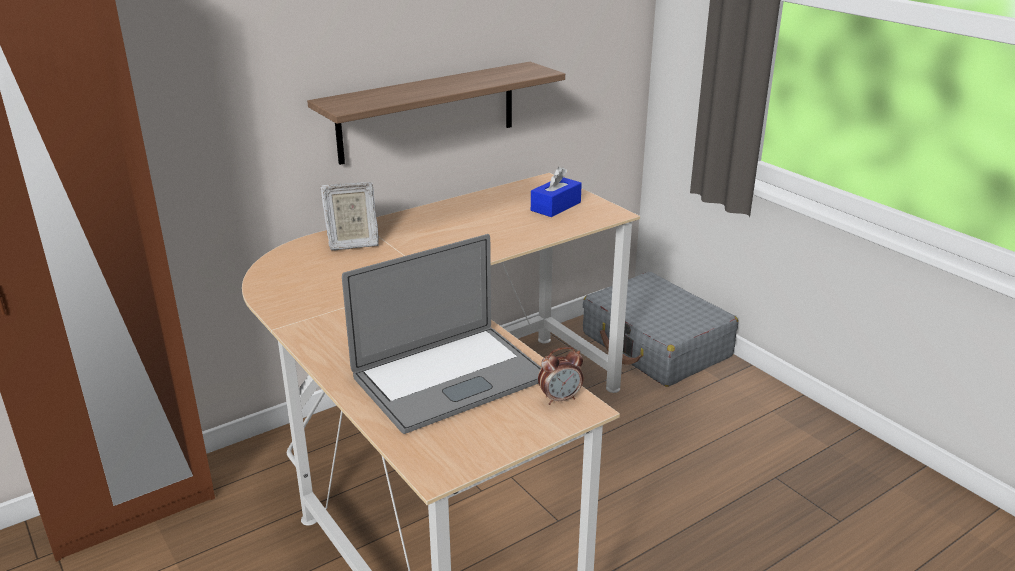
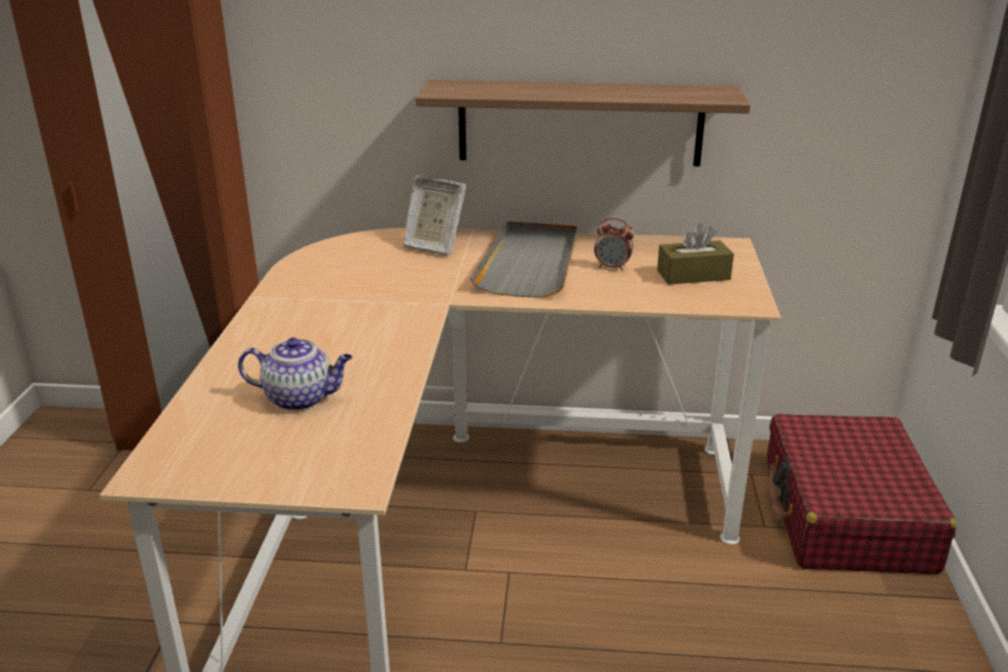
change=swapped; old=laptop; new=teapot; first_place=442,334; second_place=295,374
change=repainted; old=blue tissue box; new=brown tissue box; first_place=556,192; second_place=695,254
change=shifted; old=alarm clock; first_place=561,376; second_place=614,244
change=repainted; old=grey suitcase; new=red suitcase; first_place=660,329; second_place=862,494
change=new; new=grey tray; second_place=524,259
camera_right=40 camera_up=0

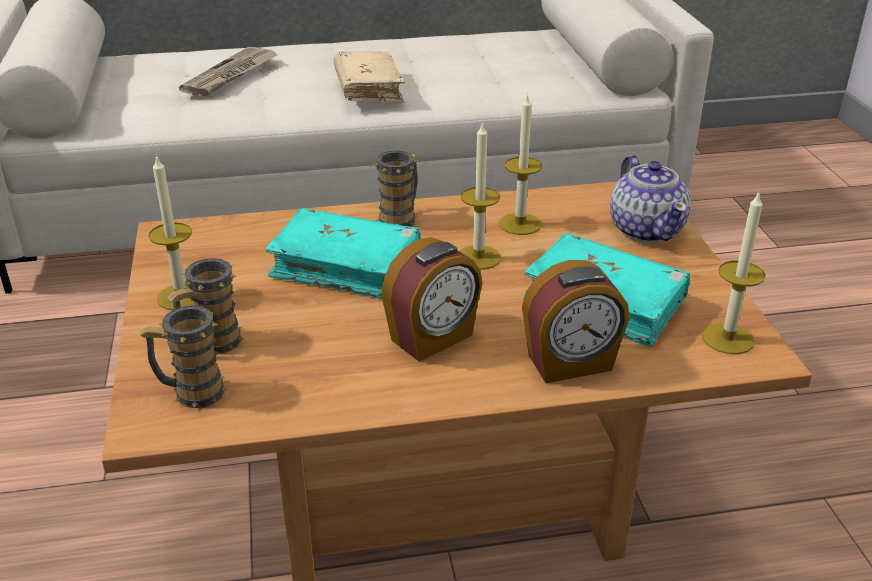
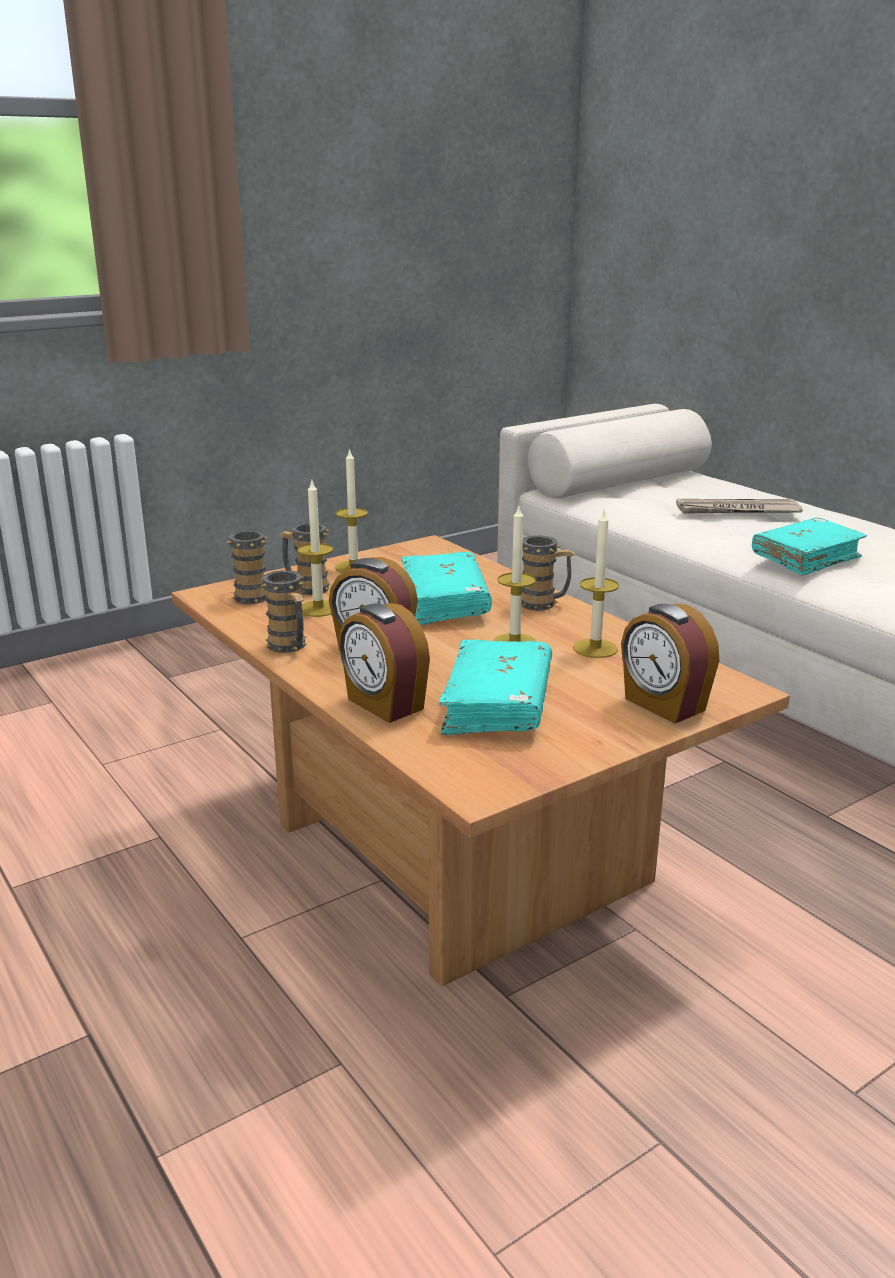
change=repainted; old=beige book; new=turquoise book; first_place=369,77; second_place=809,547
change=swapped; old=teapot; new=alarm clock; first_place=650,199; second_place=670,664
change=shifted; old=candle; first_place=734,273; second_place=315,549
change=new; new=mug; second_place=284,611
camera_right=65 camera_up=-10

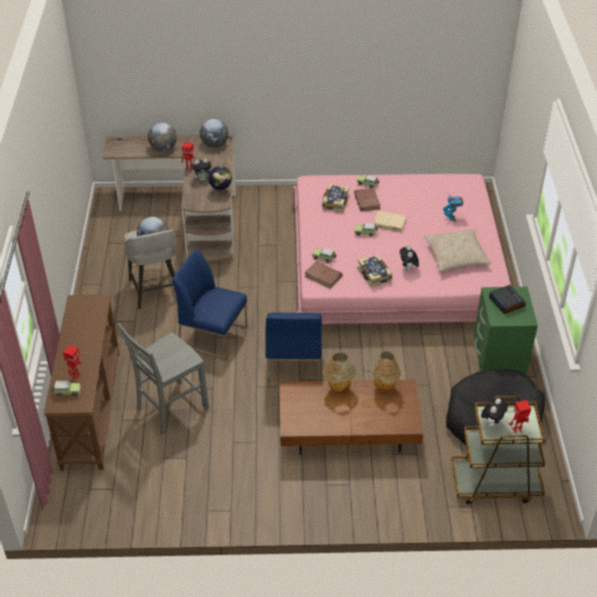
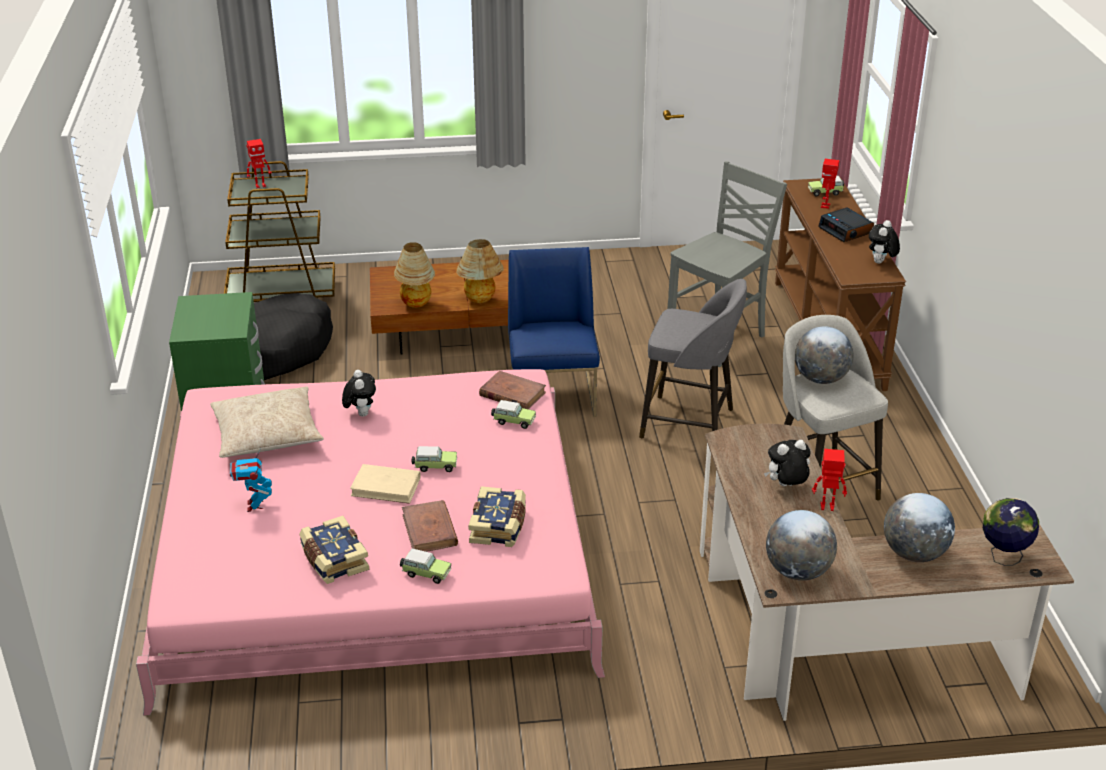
change=swapped; old=blue chair; new=grey stool; first_place=210,304; second_place=693,358
change=shifted; old=globe; first_place=220,181; second_place=1011,532
change=shifted; old=book; first_place=374,271; second_place=334,550
change=shifted; old=plush toy; first_place=494,412; second_place=884,242
change=shifted; old=alarm clock; first_place=507,299; second_place=846,225
camera_right=175 camera_up=-10

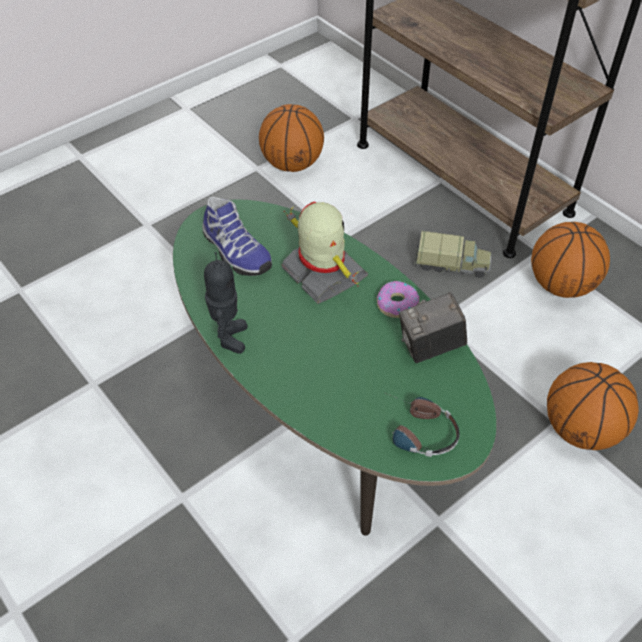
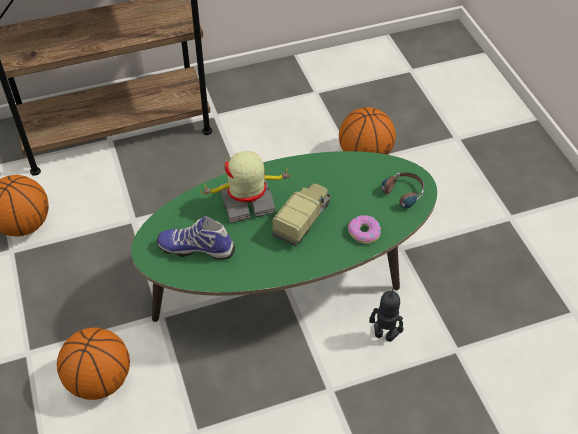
change=rotated; old=shoe; first_place=237,236; second_place=196,238; degrees=-150
change=shifted; old=toy robot; first_place=226,303; second_place=386,315
change=shifted; old=donut; first_place=398,299; second_place=364,229
change=gone; old=photo camera; first_place=433,327
change=shifted; old=toy truck; first_place=453,254; second_place=301,215
change=shifted; old=basketball; first_place=570,260; second_place=93,363
camera_right=-70 camera_up=0

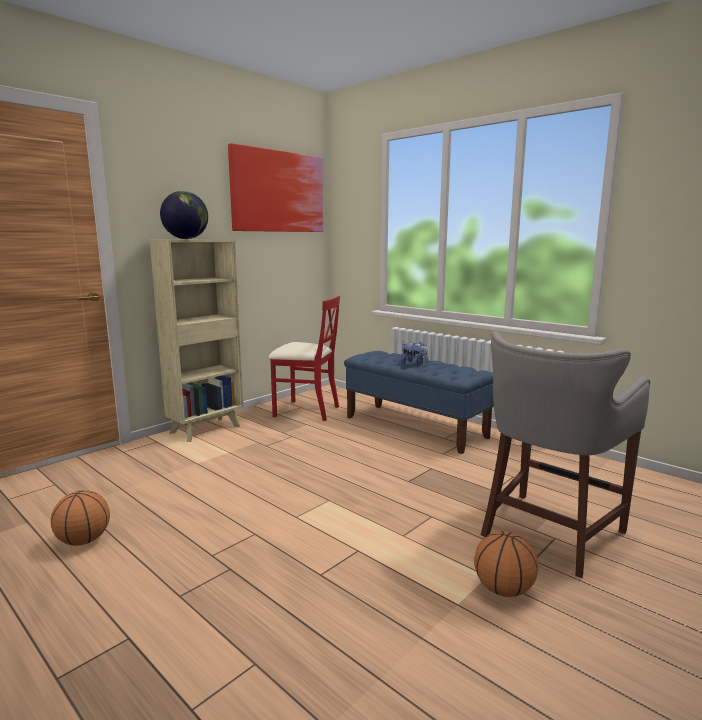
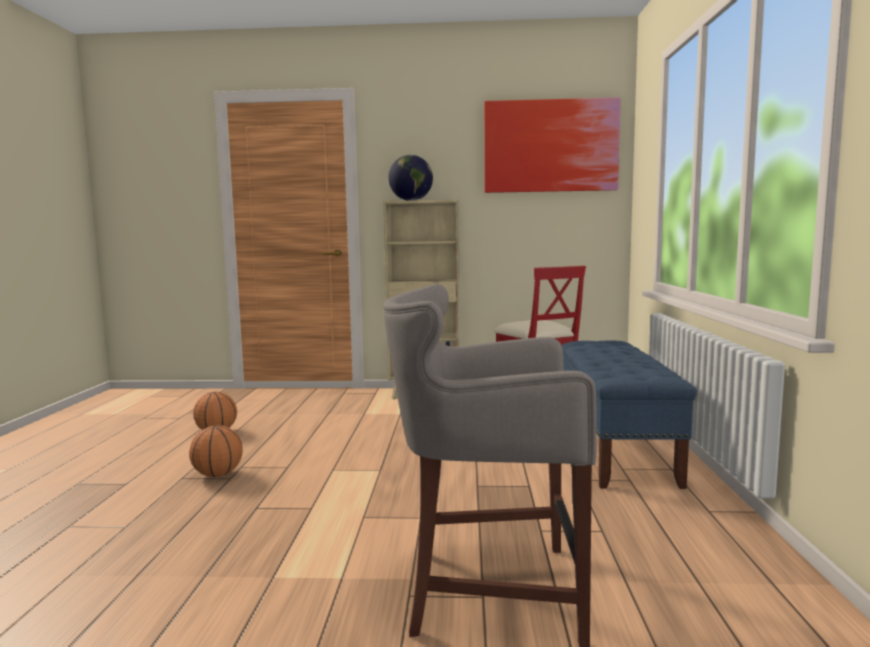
change=gone; old=plush toy; first_place=414,354
change=shifted; old=basketball; first_place=506,564; second_place=215,451
camera_right=50 camera_up=-5

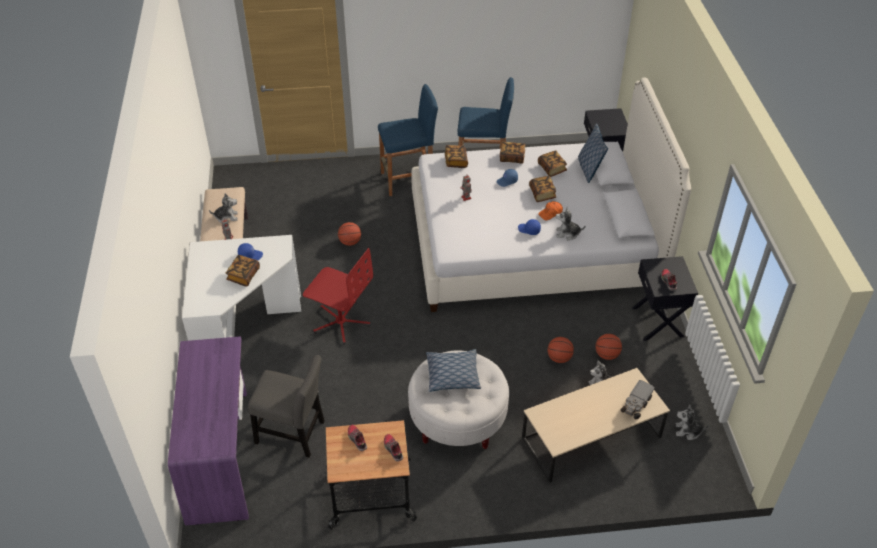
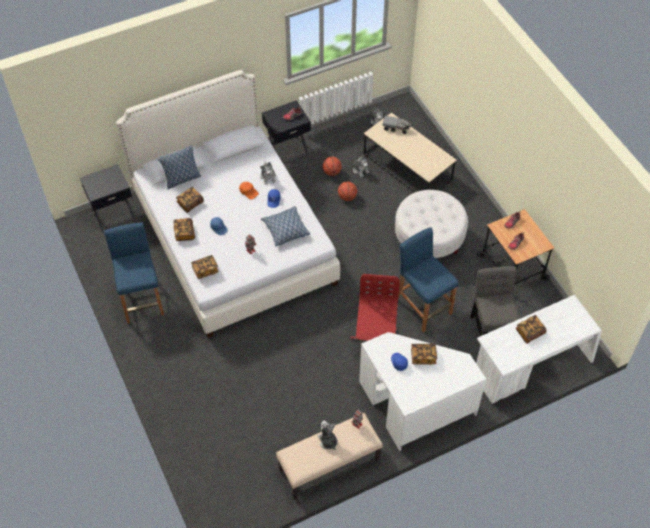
change=repainted; old=purple desk; new=white desk; first_place=208,431; second_place=539,349
change=gone; old=basketball; first_place=349,234
change=shifted; old=blue stool; first_place=408,140; second_place=428,279
change=shifted; old=pillow; first_place=453,370; second_place=285,226
change=shifted; old=book; first_place=542,189; second_place=531,329
camera_right=-110 camera_up=10

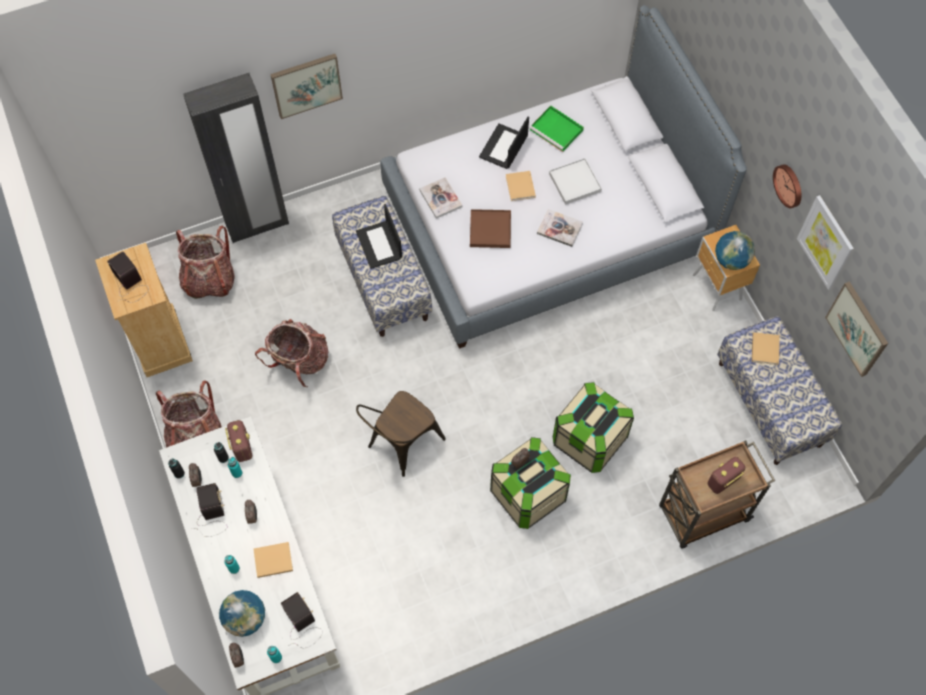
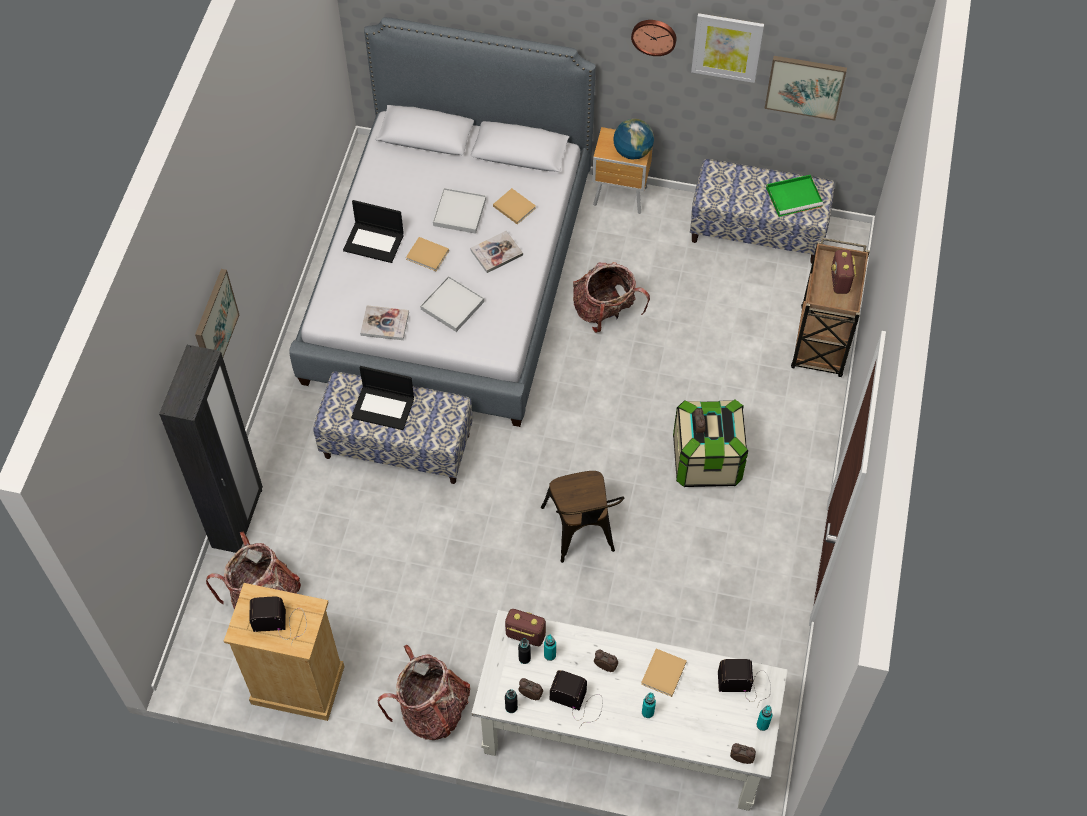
change=gone; old=globe; first_place=242,613
change=shifted; old=backpack; first_place=291,353; second_place=611,297
change=repainted; old=brown tray; new=white tray; first_place=490,228; second_place=452,304
change=rotated; old=laptop; first_place=504,143; second_place=373,231; degrees=-45
change=shifted; old=green tray; first_place=557,129; second_place=794,196
change=gone; old=storage box; first_place=593,427
change=shifted; old=beige book; first_place=766,348; second_place=514,206
camera_right=-55 camera_up=-5

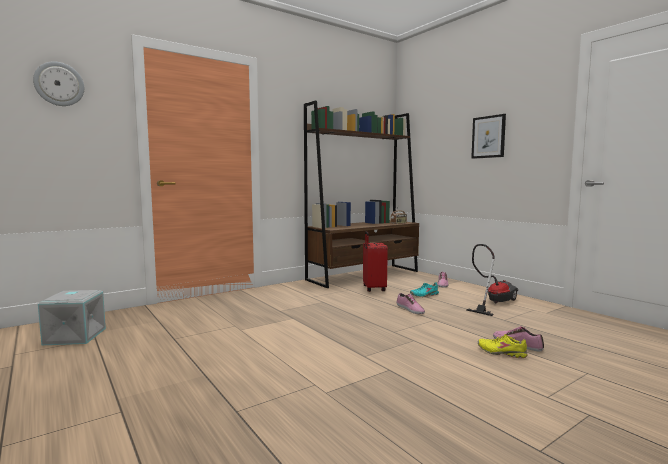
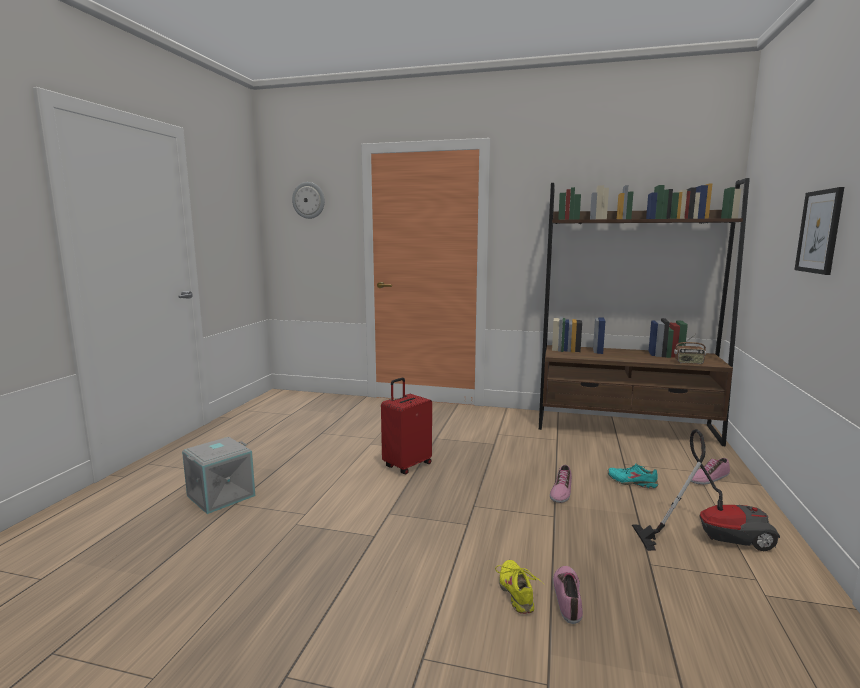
change=shifted; old=grey storage box; first_place=72,317; second_place=218,475
change=shifted; old=red suitcase; first_place=375,261; second_place=406,426
camera_right=50 camera_up=5

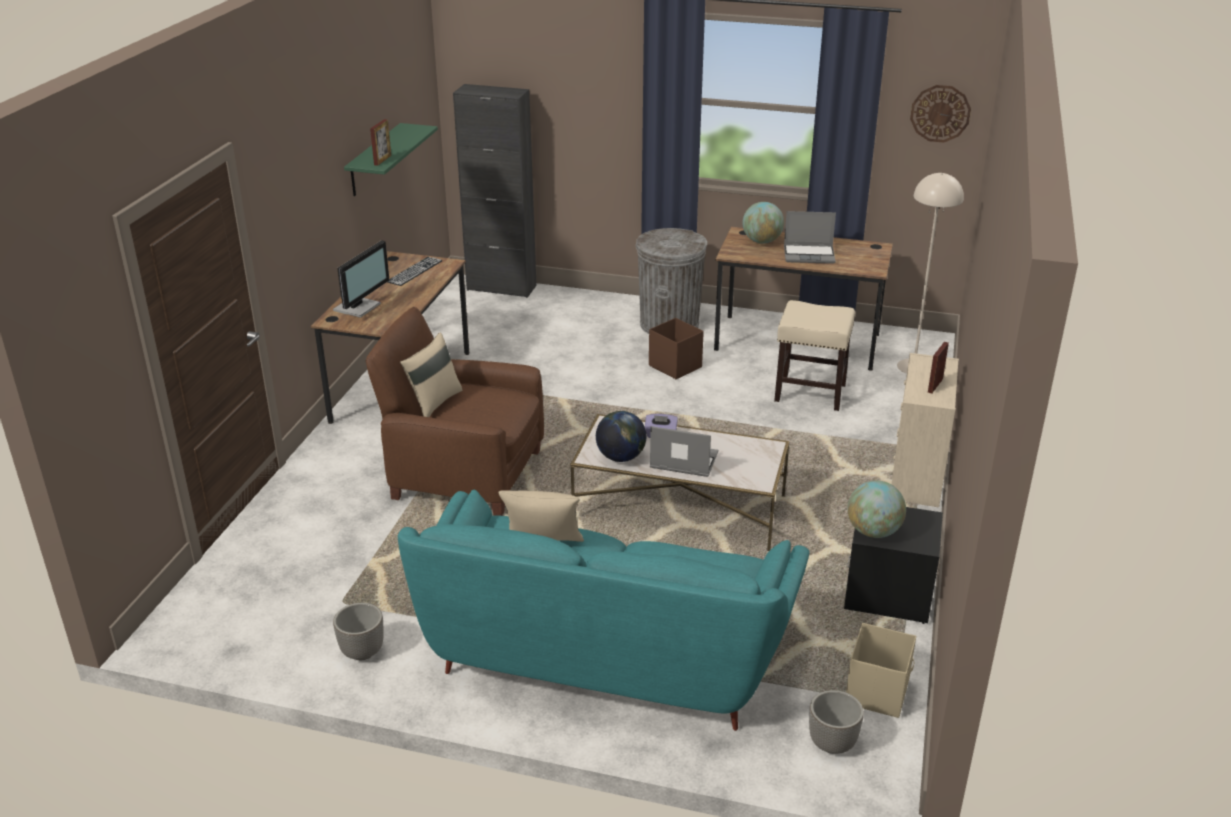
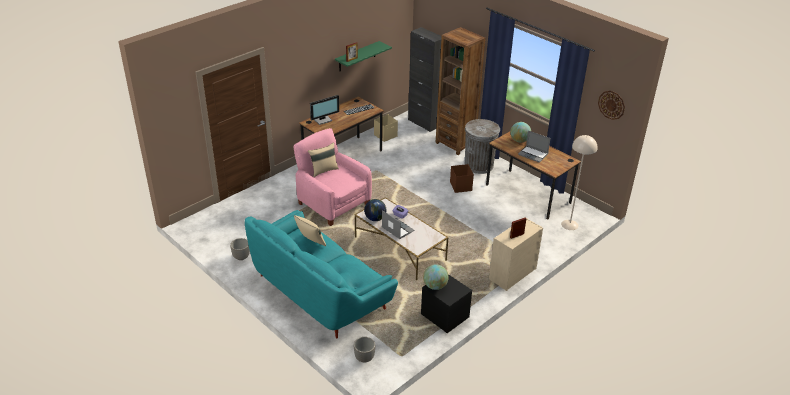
change=repainted; old=brown armchair; new=pink armchair; first_place=455,411; second_place=333,177
change=gone; old=beige stool; first_place=814,355
change=shifted; old=beige storage box; first_place=881,670; second_place=386,128
change=new; new=brown bookcase; second_place=461,91
camera_right=30 camera_up=5

